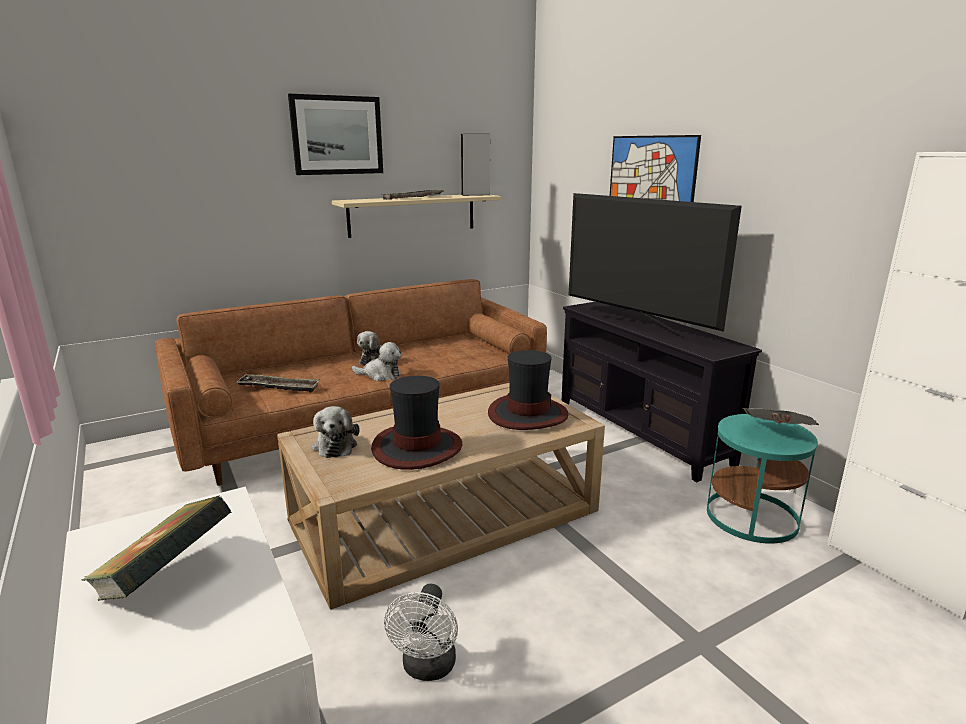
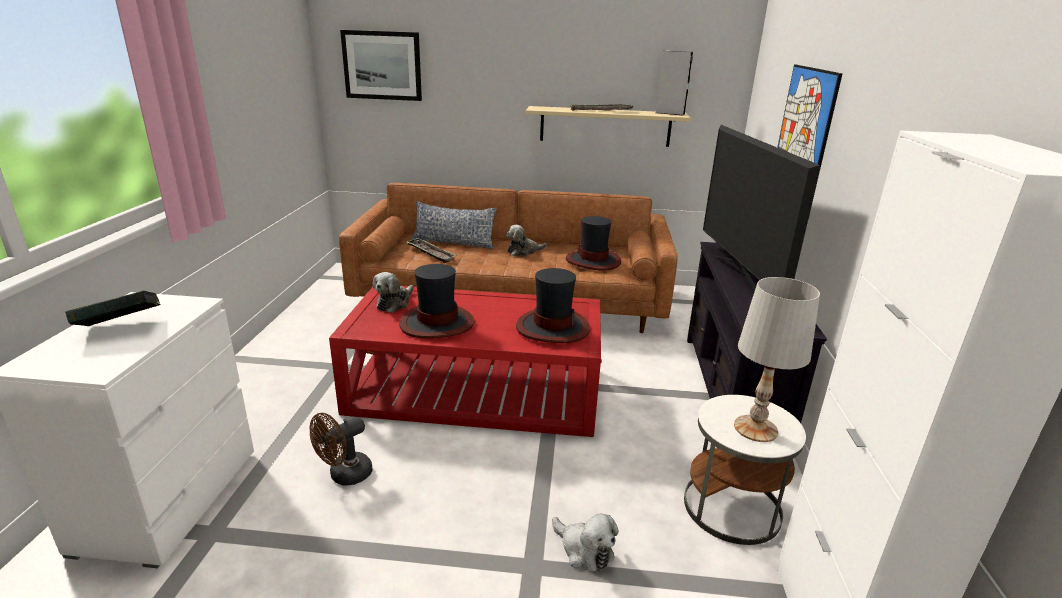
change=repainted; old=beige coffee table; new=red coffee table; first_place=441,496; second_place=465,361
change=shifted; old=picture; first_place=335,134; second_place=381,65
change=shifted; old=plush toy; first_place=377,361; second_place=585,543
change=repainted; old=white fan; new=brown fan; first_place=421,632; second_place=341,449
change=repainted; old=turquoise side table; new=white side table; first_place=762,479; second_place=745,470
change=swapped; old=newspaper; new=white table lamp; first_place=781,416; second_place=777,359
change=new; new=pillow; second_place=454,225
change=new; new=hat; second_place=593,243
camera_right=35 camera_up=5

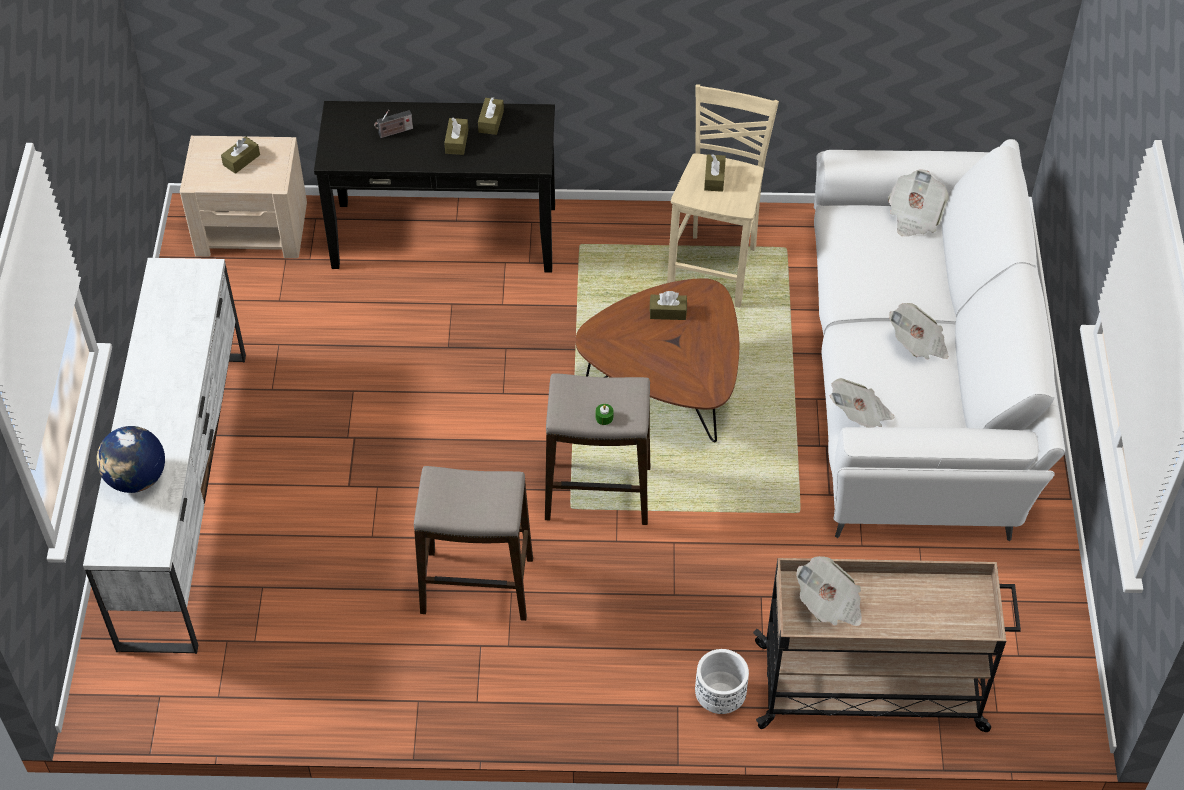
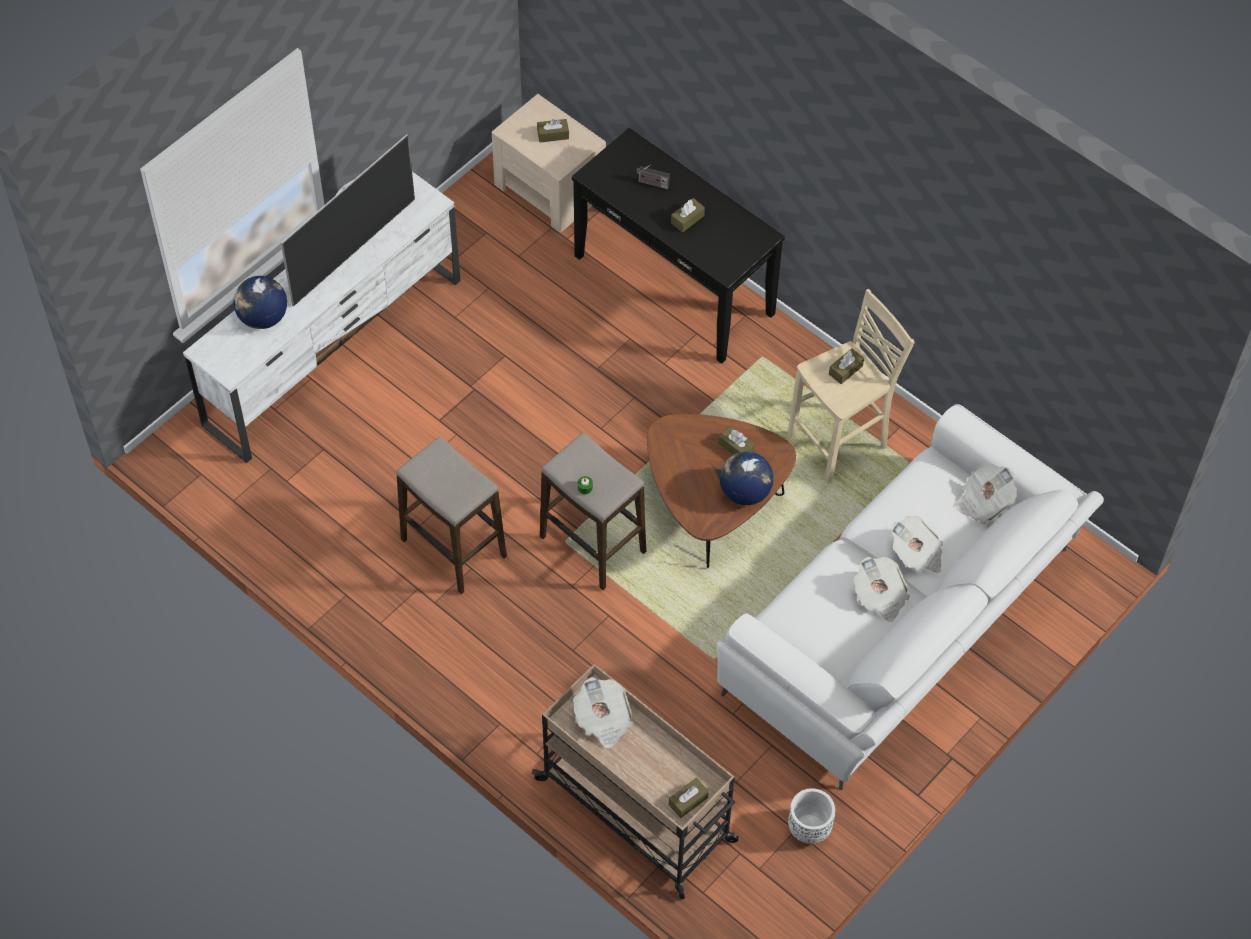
change=shifted; old=brown tissue box; first_place=491,116; second_place=689,798
change=shifted; old=white planter; first_place=722,681; second_place=811,816
change=shifted; old=newspaper; first_place=861,402; second_place=917,544
change=new; new=television; second_place=348,220
change=new; new=globe; second_place=747,478
camera_right=40 camera_up=5

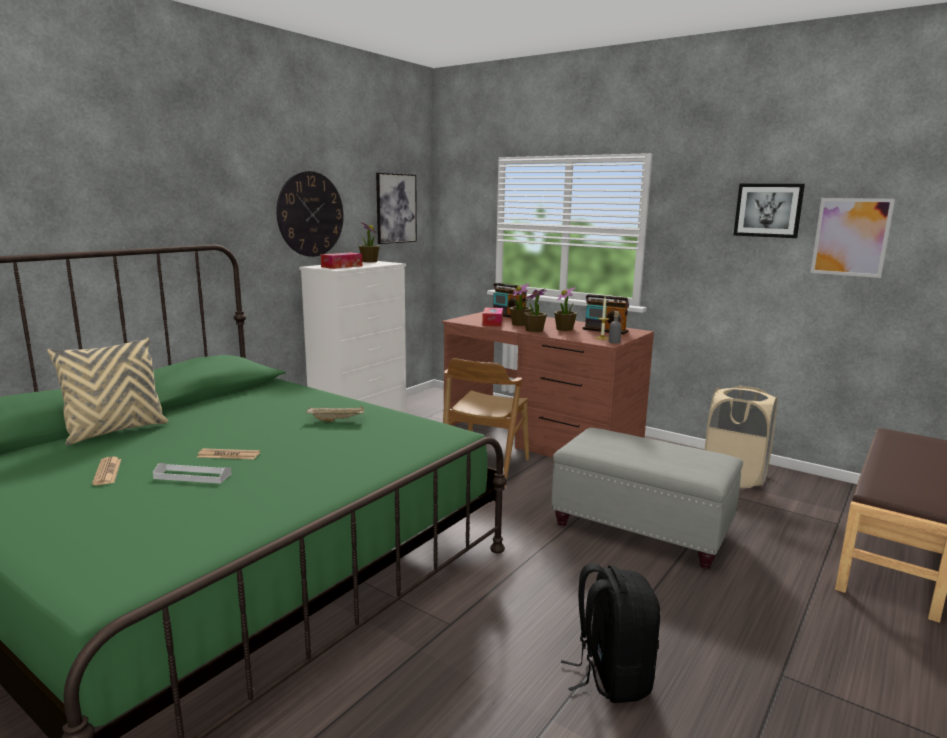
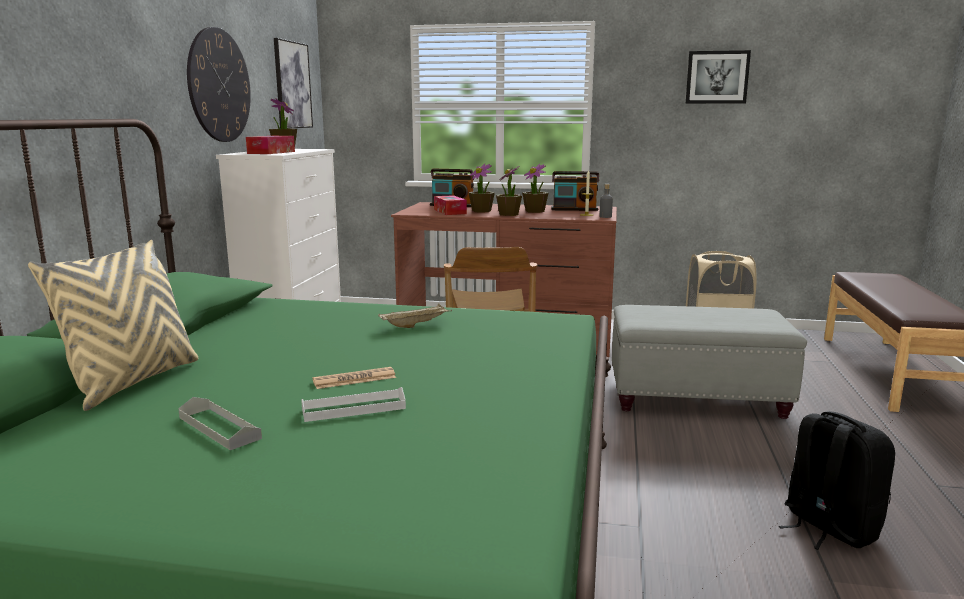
change=swapped; old=newspaper; new=grey tray; first_place=106,471; second_place=220,423
change=gone; old=picture; first_place=852,238
camera_right=-25 camera_up=0

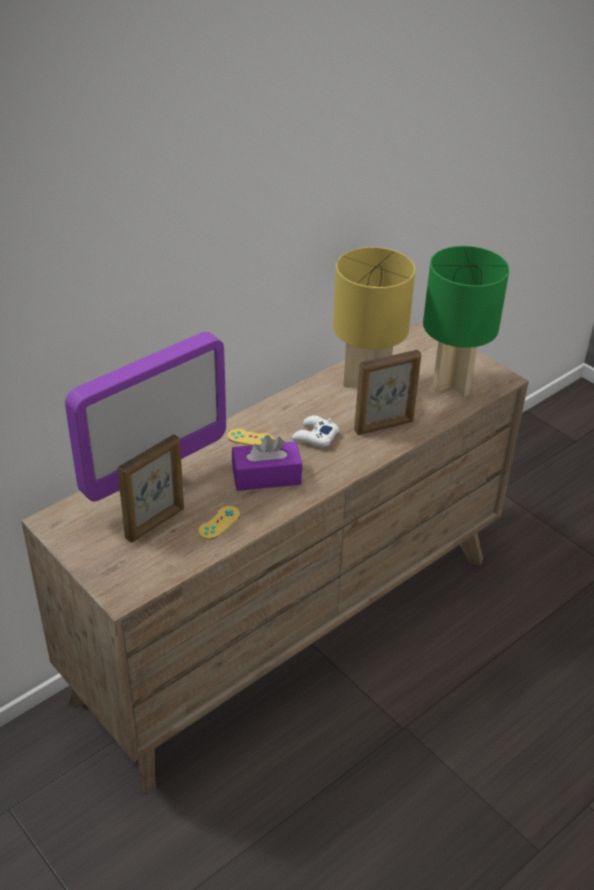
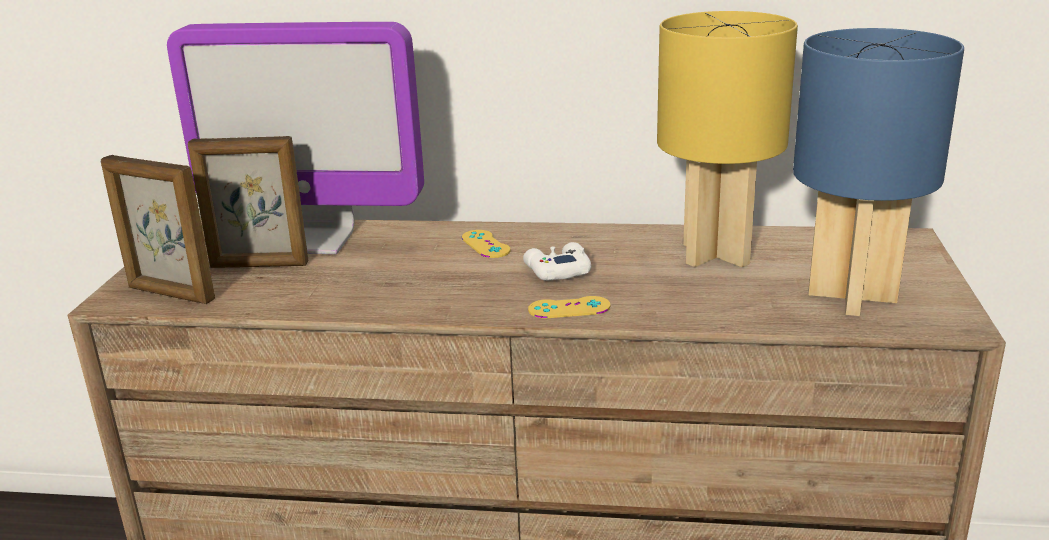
change=shifted; old=yellow game controller; first_place=219,522; second_place=569,307
change=gone; old=purple tissue box; first_place=267,463
change=shifted; old=picture frame; first_place=387,392; second_place=158,229
change=repainted; old=green table lamp; new=blue table lamp; first_place=466,321; second_place=878,172
camera_right=50 camera_up=-15

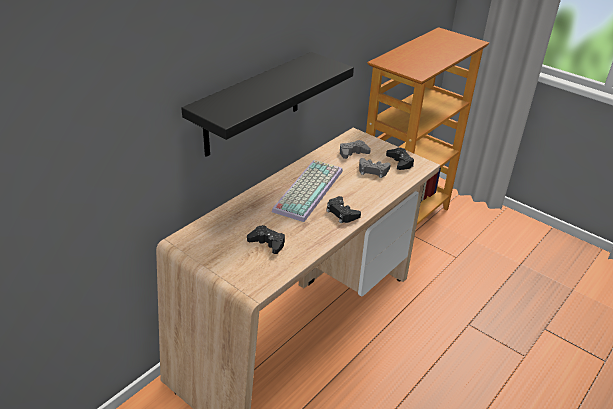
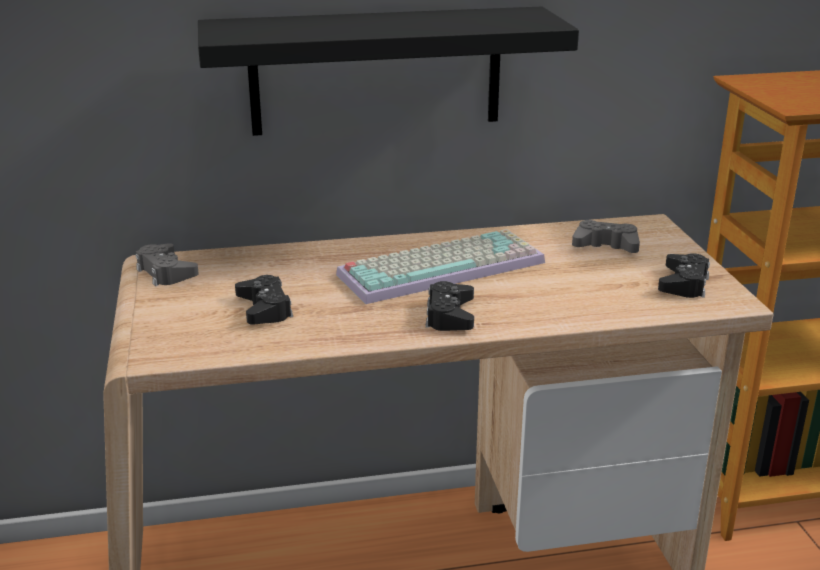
change=shifted; old=grey game controller; first_place=375,168; second_place=167,264
camera_right=40 camera_up=-10

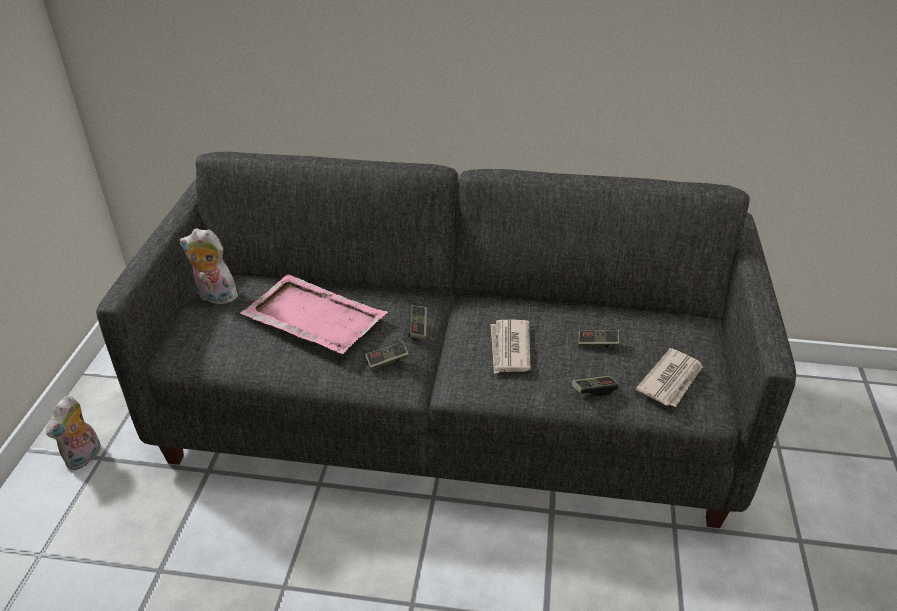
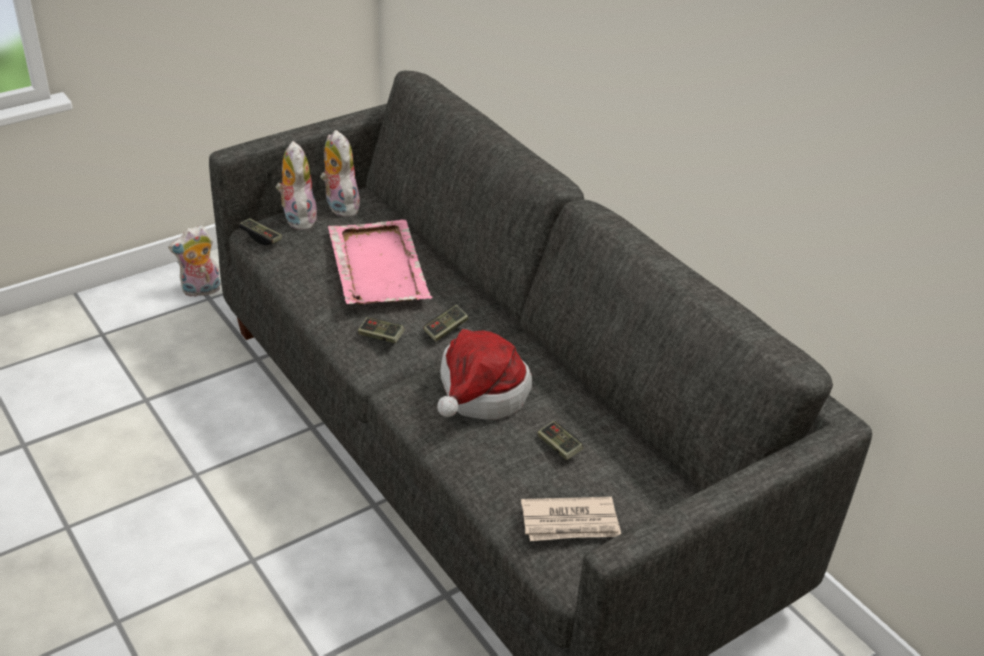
change=swapped; old=newspaper; new=hat; first_place=511,347; second_place=484,374
change=shifted; old=game controller; first_place=595,386; second_place=260,231
change=new; new=plush toy; second_place=296,185
camera_right=45 camera_up=0

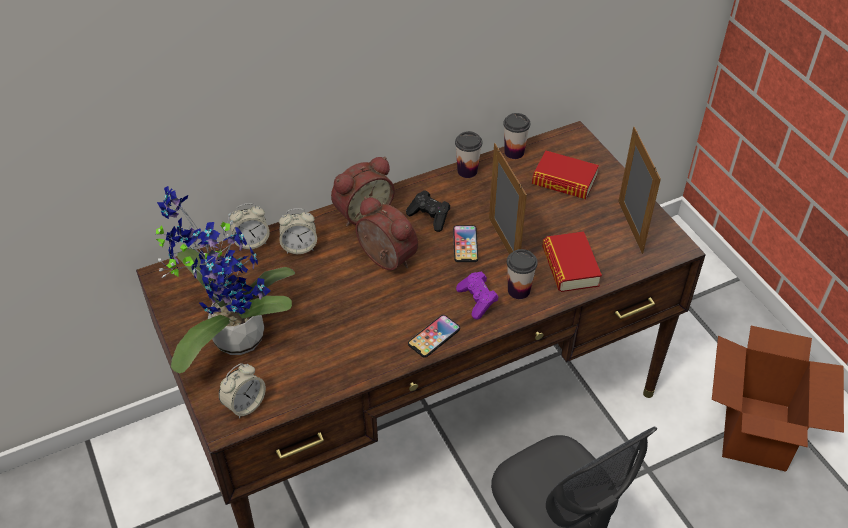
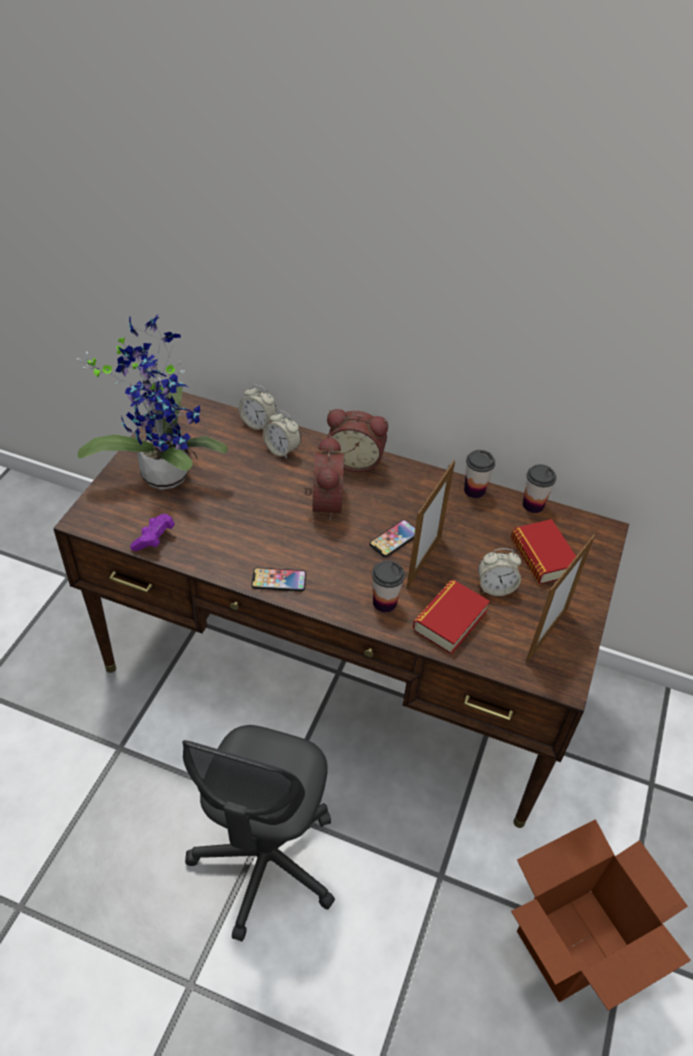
change=shifted; old=alarm clock; first_place=242,391; second_place=499,572
change=gone; old=black game controller; first_place=428,211
change=shifted; old=purple game controller; first_place=477,295; second_place=152,532
camera_right=45 camera_up=0

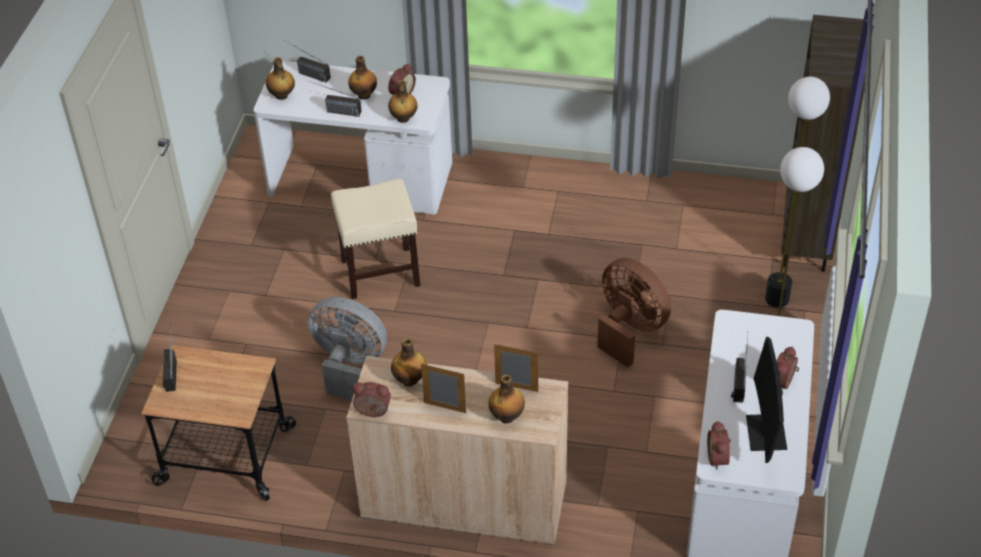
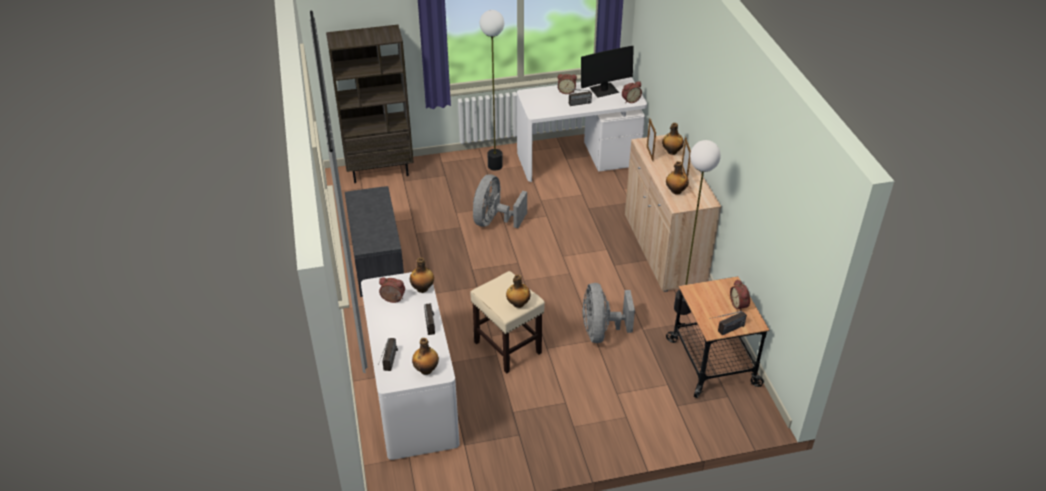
change=shifted; old=bottle; first_place=362,78; second_place=518,291
change=shifted; old=alarm clock; first_place=372,399; second_place=740,295
change=repainted; old=brown fan; new=grey fan; first_place=634,313; second_place=500,201
change=shifted; old=floor lamp; first_place=797,192; second_place=697,227
change=new; new=grey bench; second_place=374,241
camera_right=-115 camera_up=-5

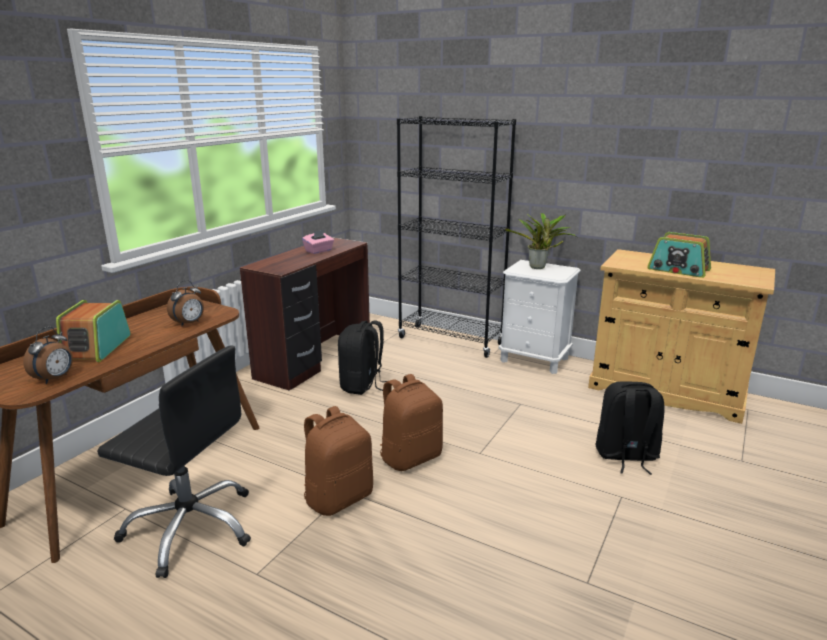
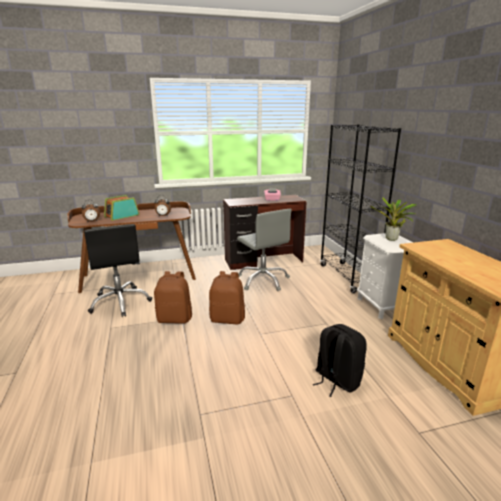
change=swapped; old=black backpack; new=grey office chair; first_place=362,358; second_place=264,250
change=gone; old=radio; first_place=679,255
camera_right=45 camera_up=0

